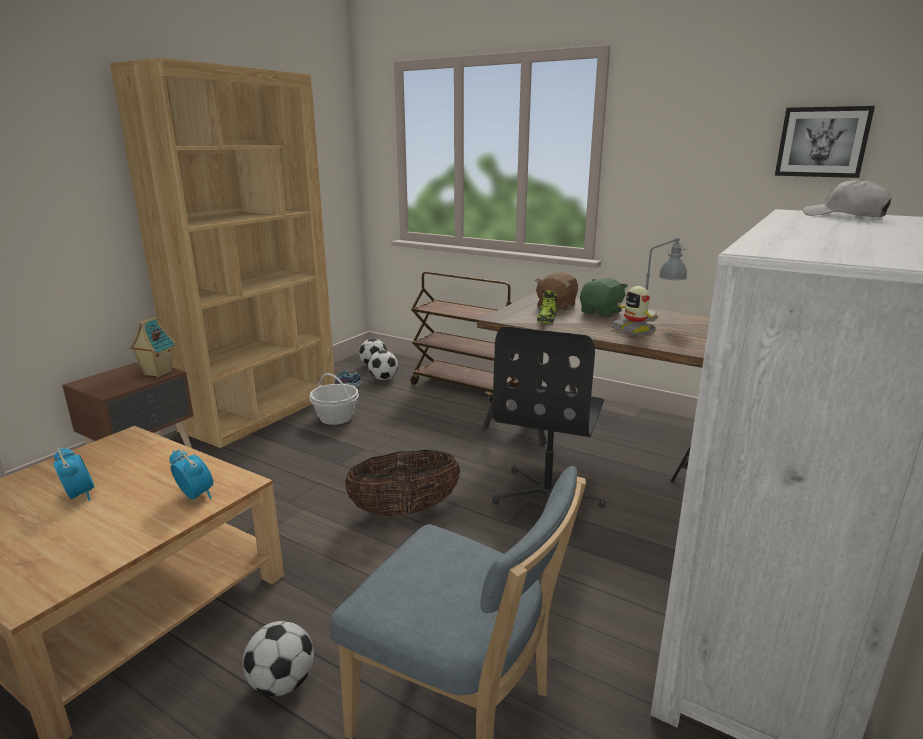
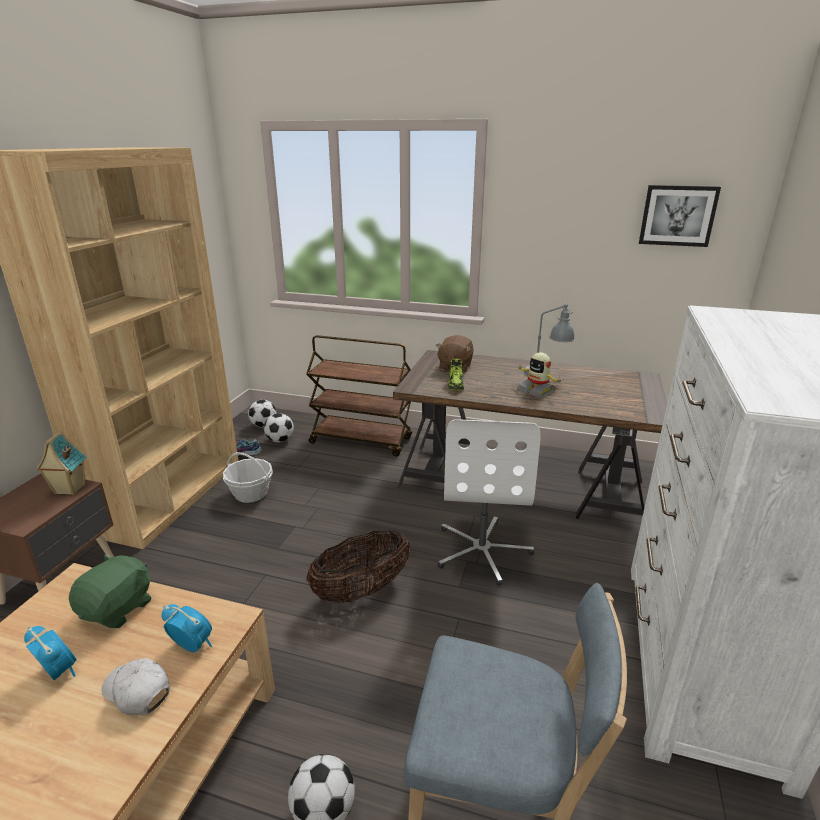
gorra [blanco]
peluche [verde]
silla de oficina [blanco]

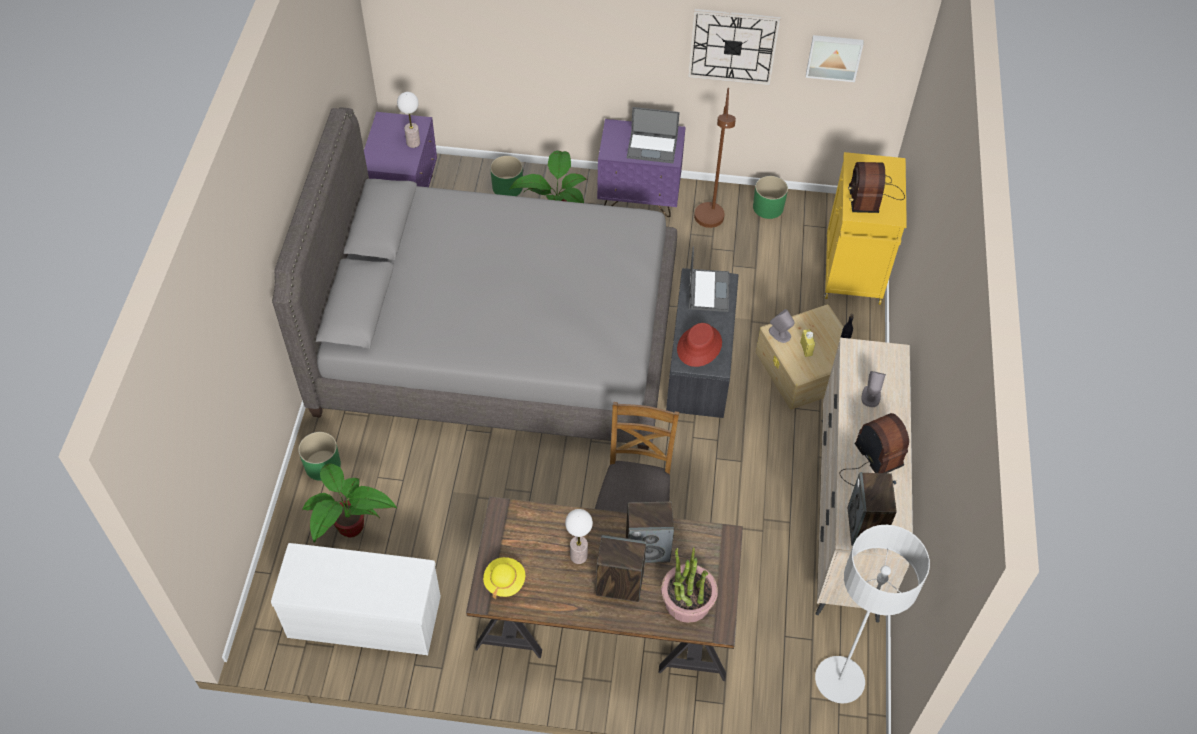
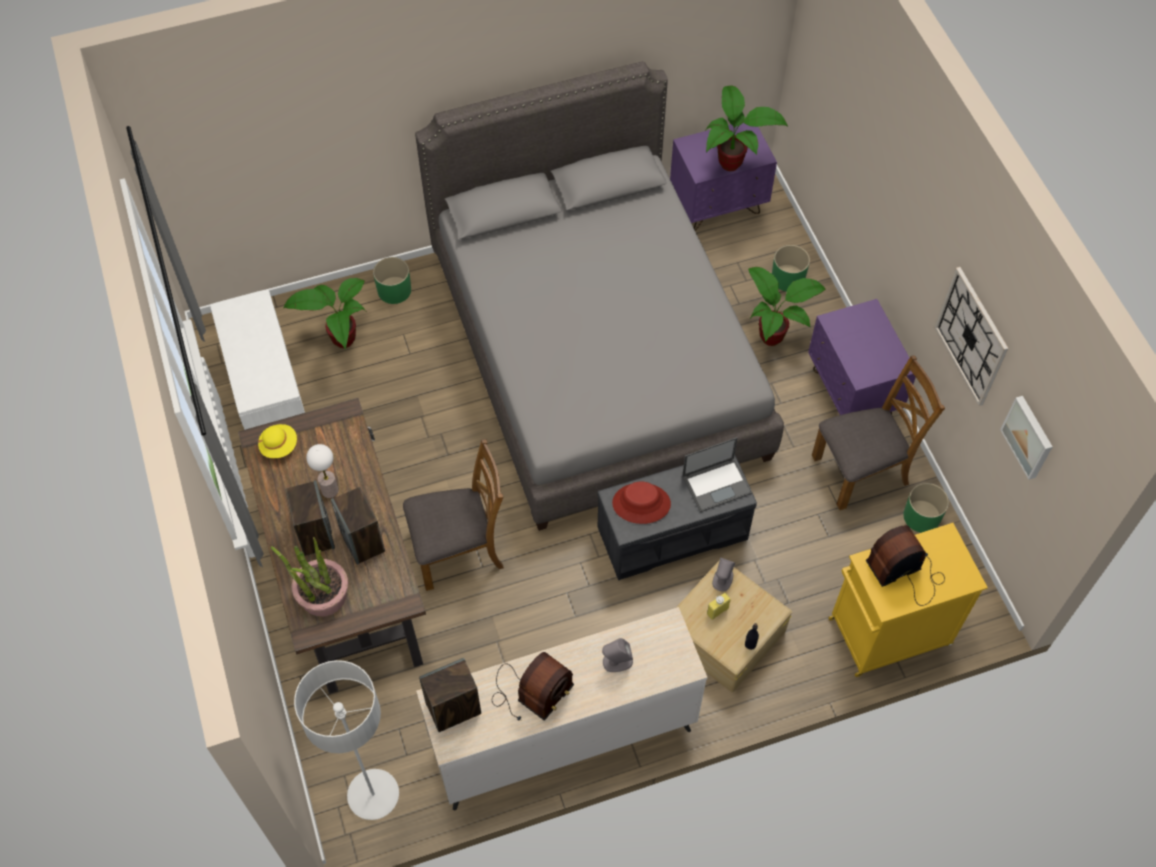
silla [marrón] (2nd from left)
planta en maceta (3rd from left)
portátil (1st from left in the first image)

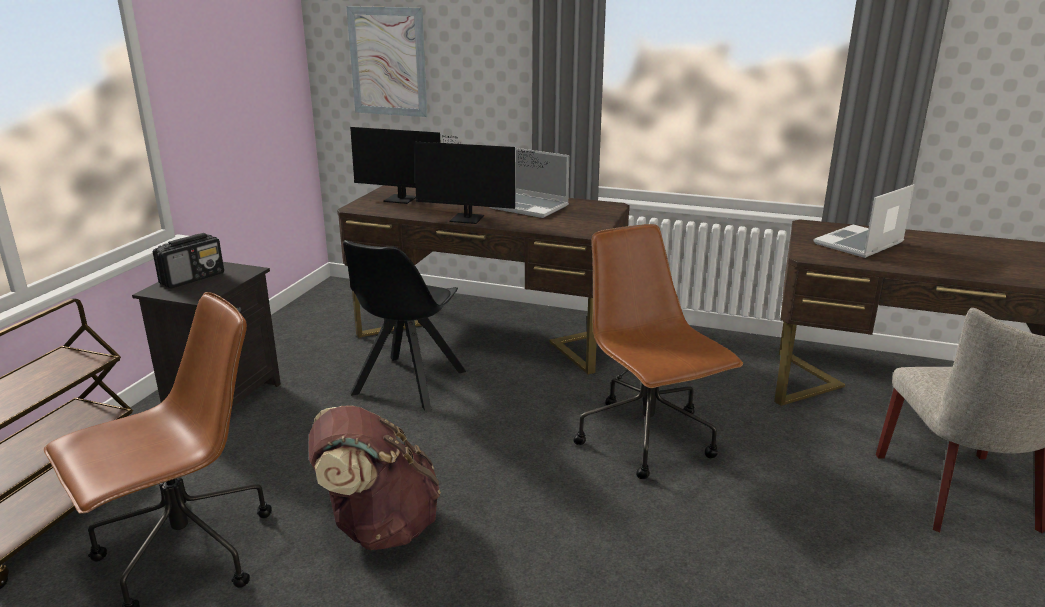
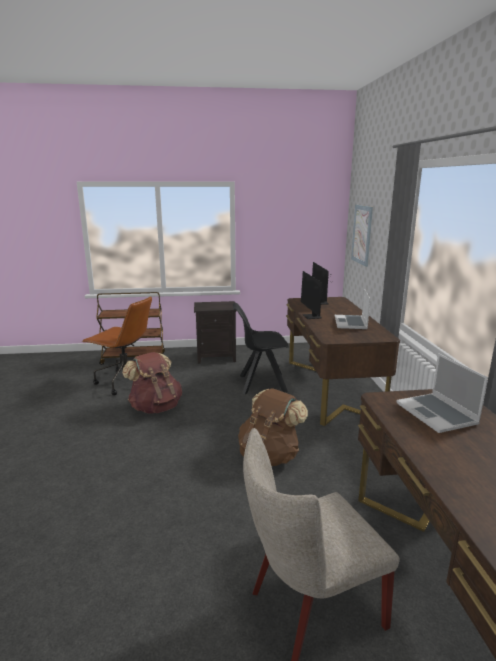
portátil (2nd from left)
mochila [marrón] (2nd from left)
radio

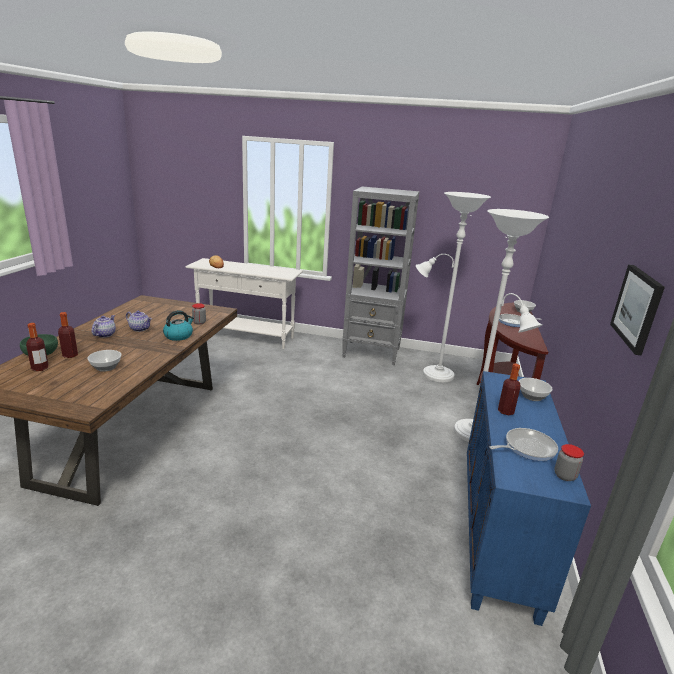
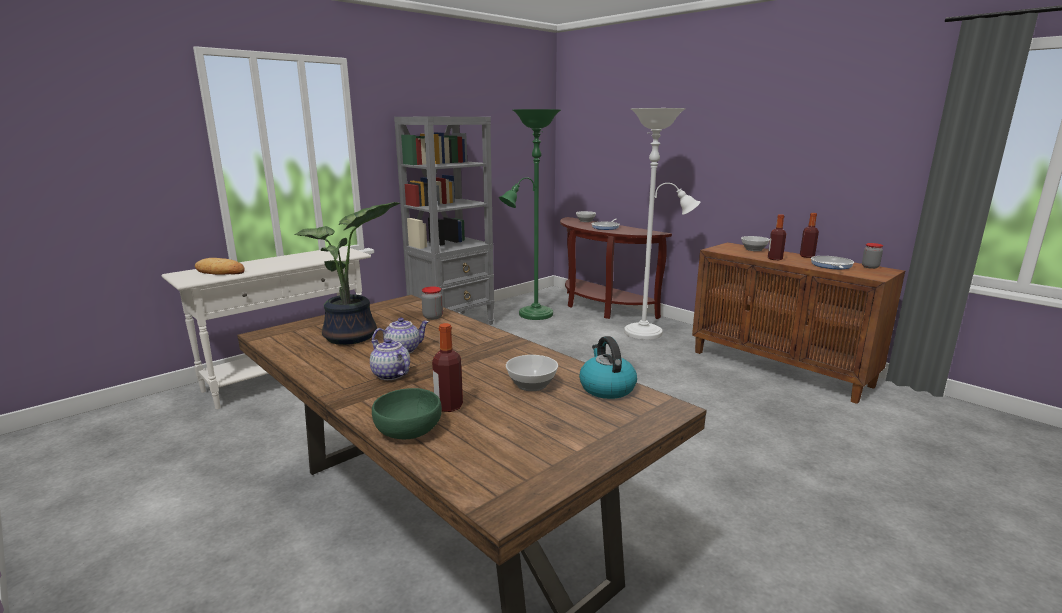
lámpara de pie [verde]
cuadro
hervidor
botella (3rd from left)
armario [marrón]
planta en maceta

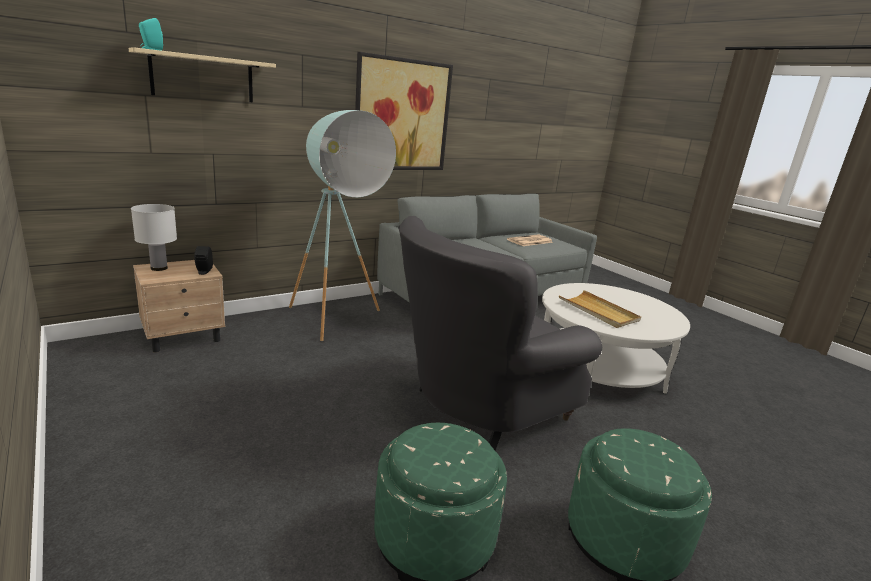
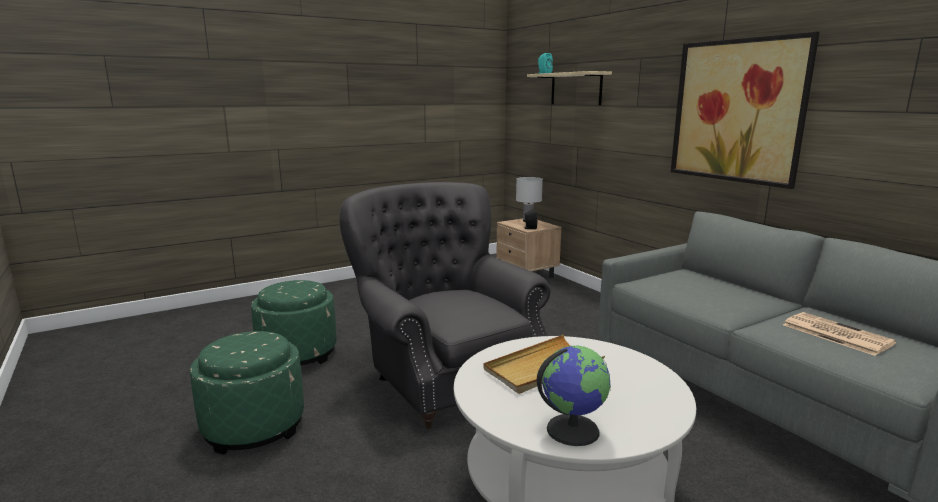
lámpara de pie [turquesa]
globo terráqueo

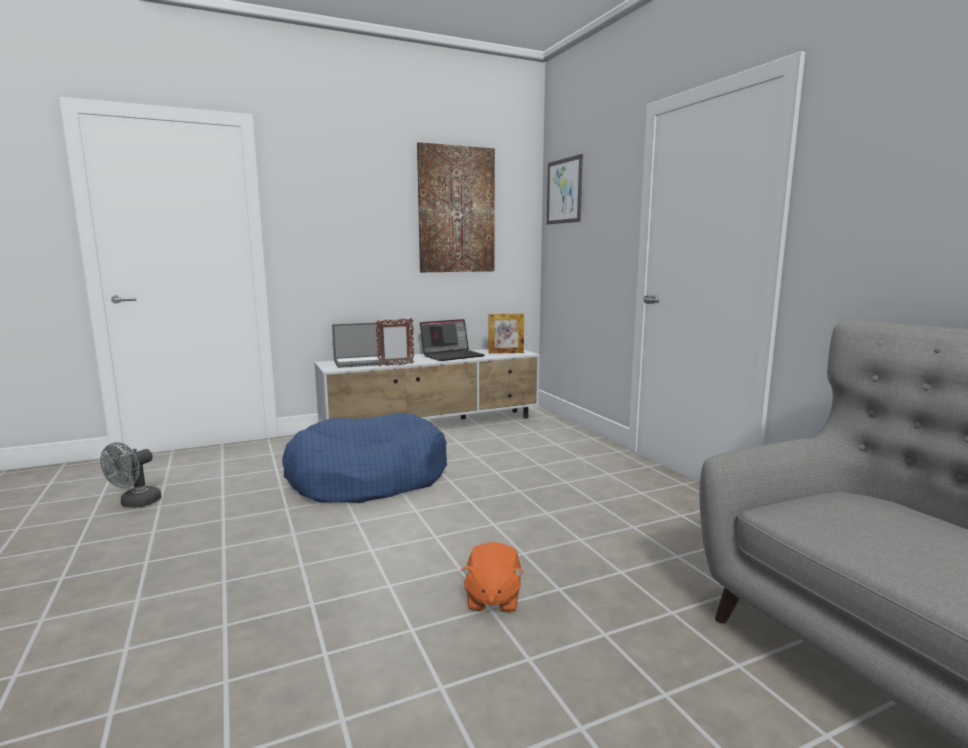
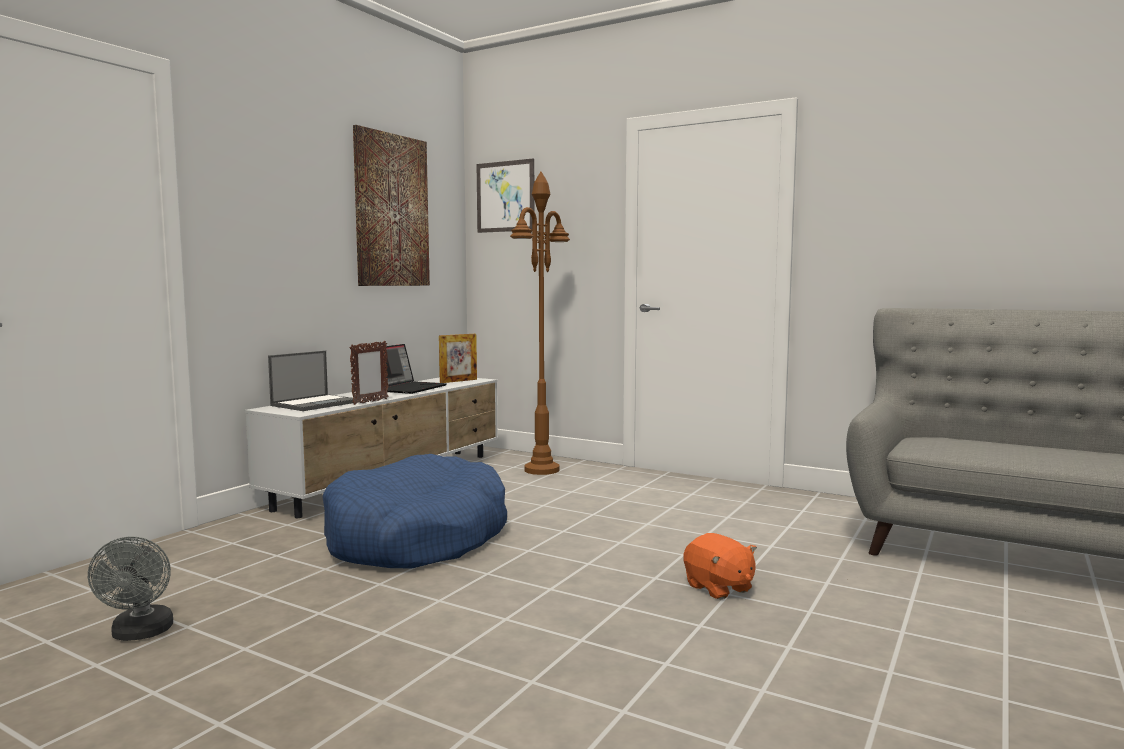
lámpara de pie [marrón]

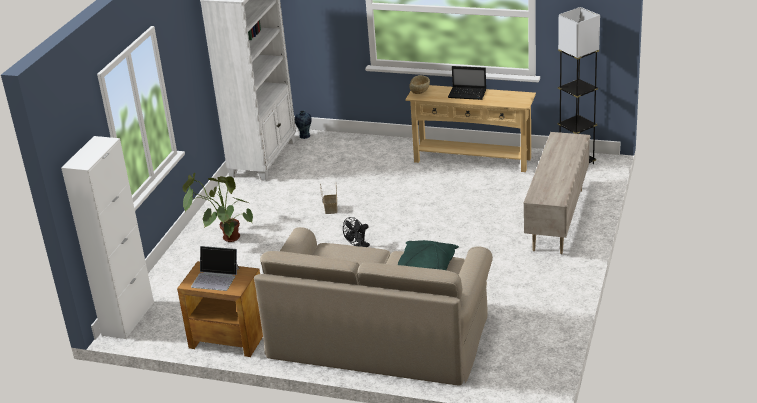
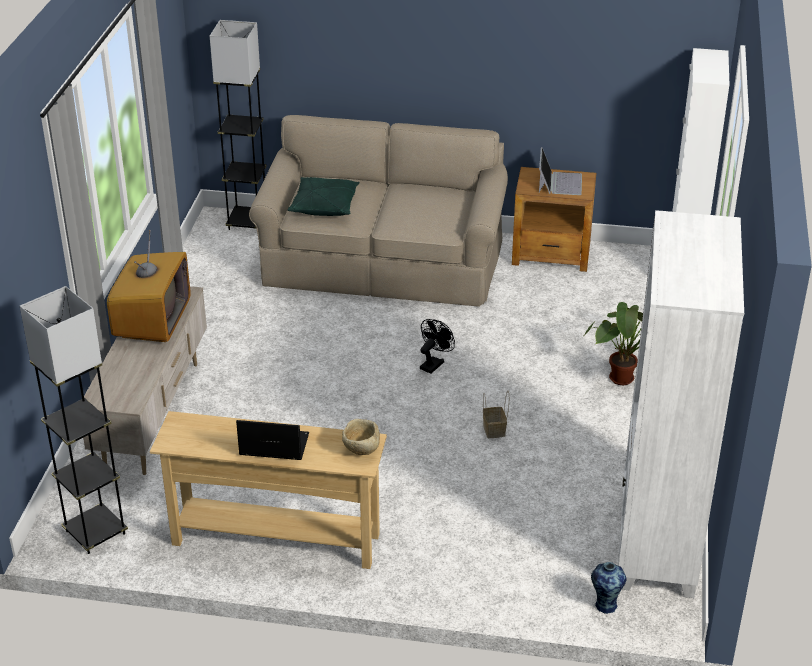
portátil (2nd from left)
lámpara de pie [gris] (2nd from left)
televisor

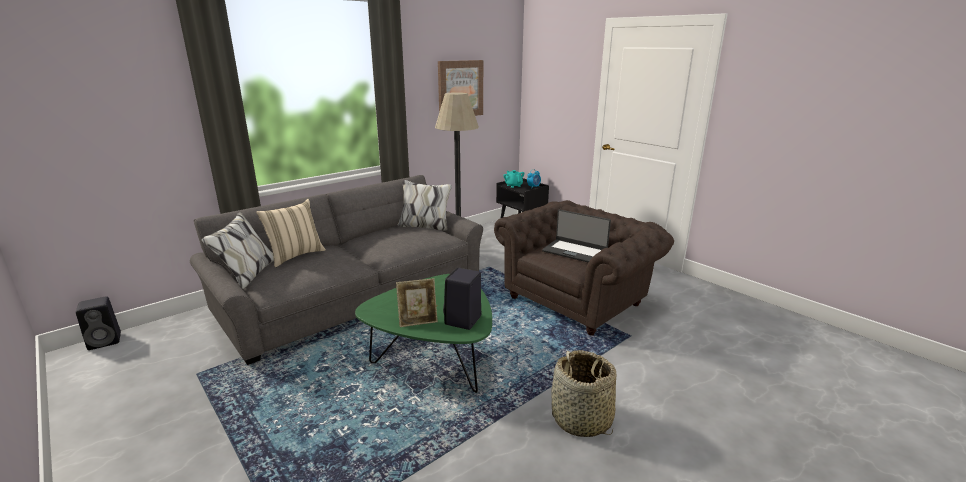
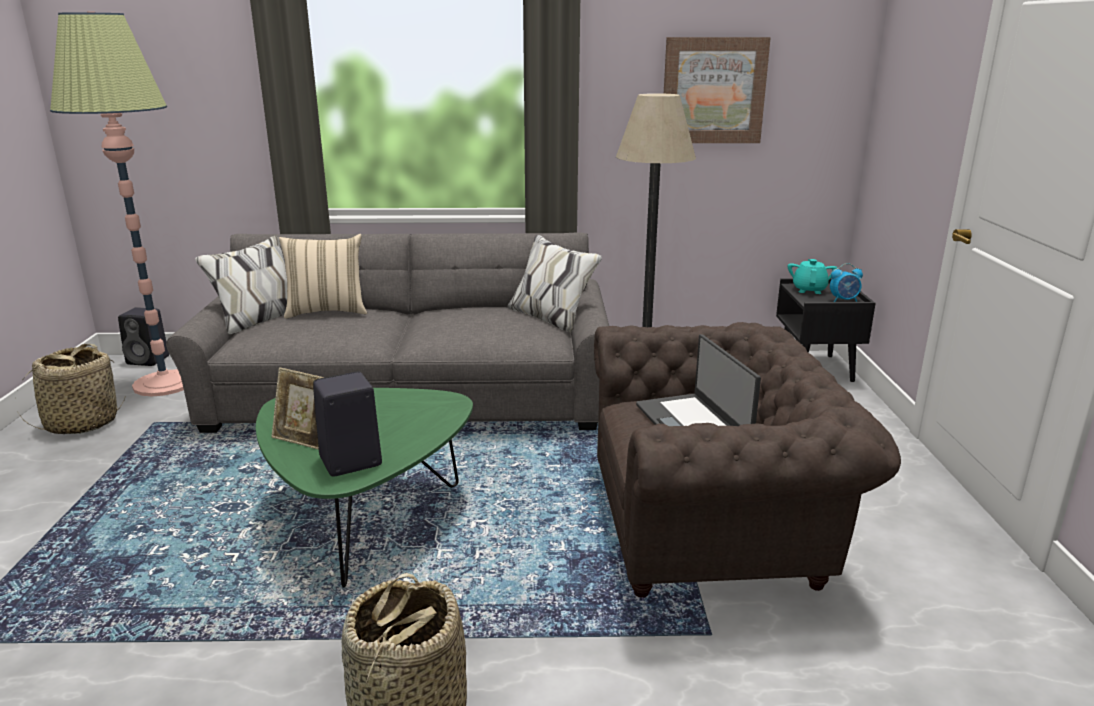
lámpara de pie (1st from left)
cesta (1st from left)

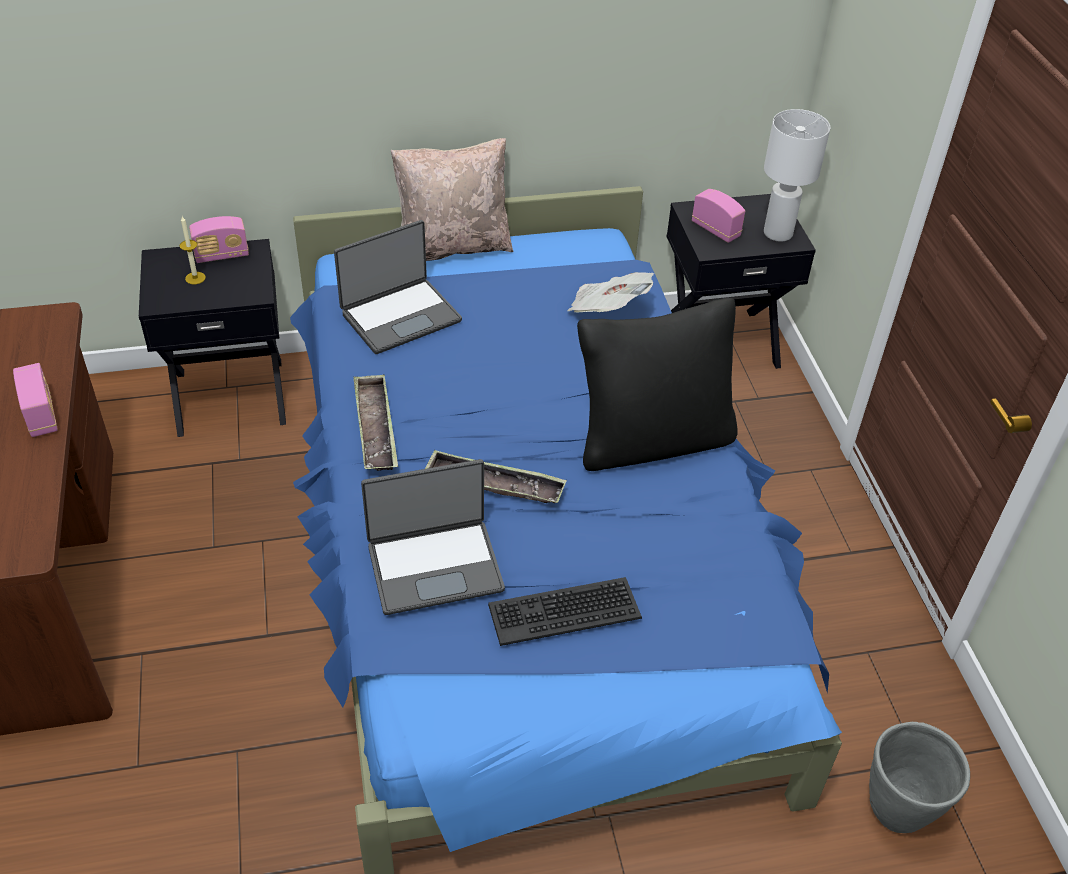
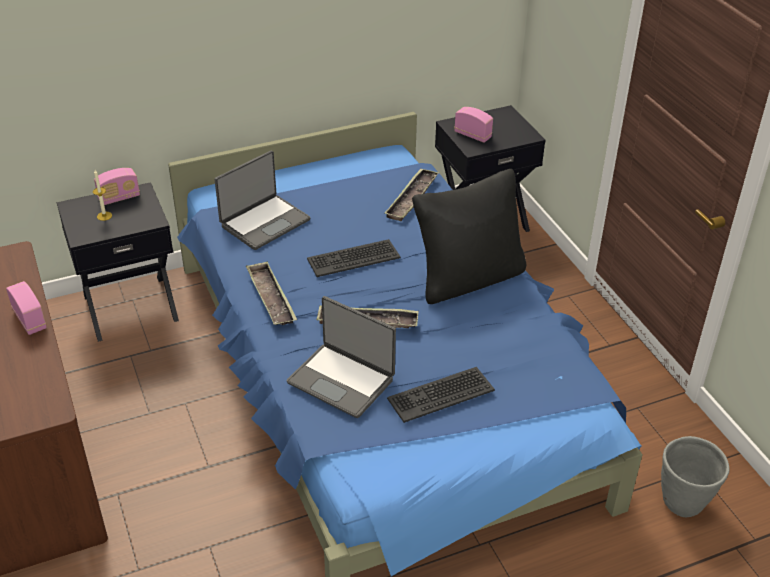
lámpara de mesa [blanco]
cojín [beis]
bandeja (3rd from left)
portátil (2nd from left)
teclado (1st from left)

